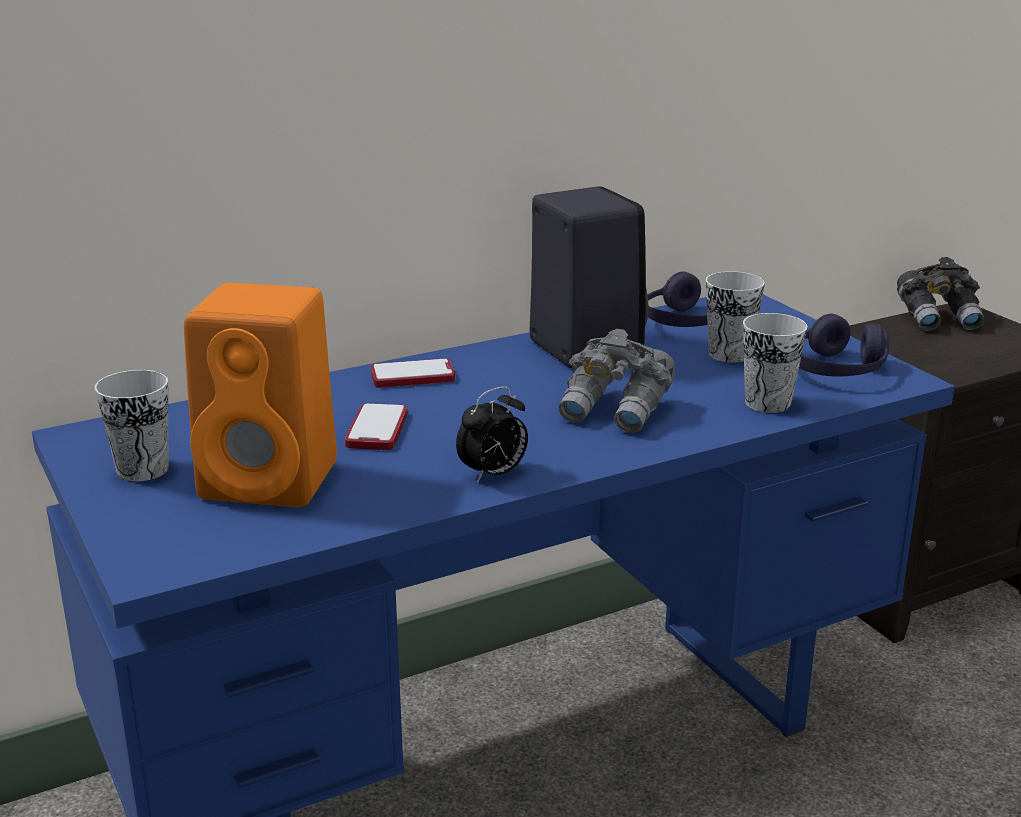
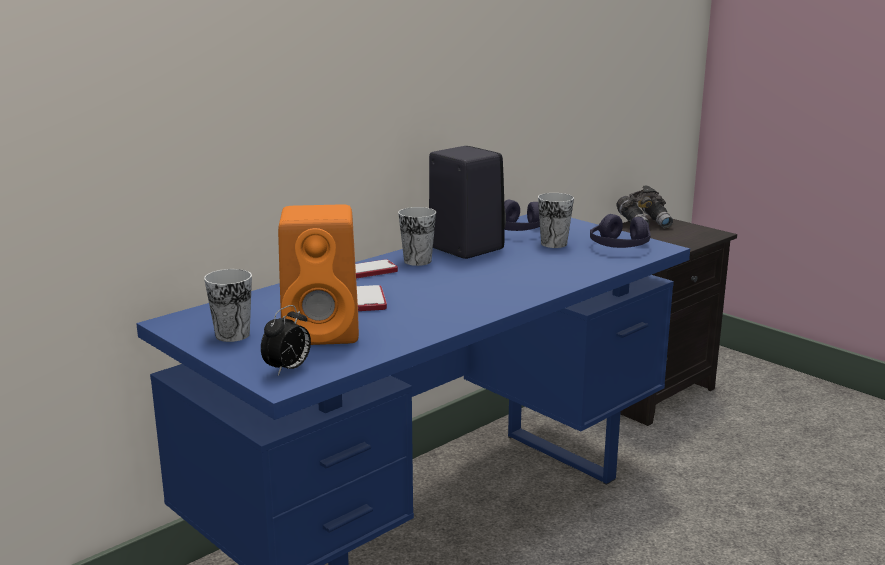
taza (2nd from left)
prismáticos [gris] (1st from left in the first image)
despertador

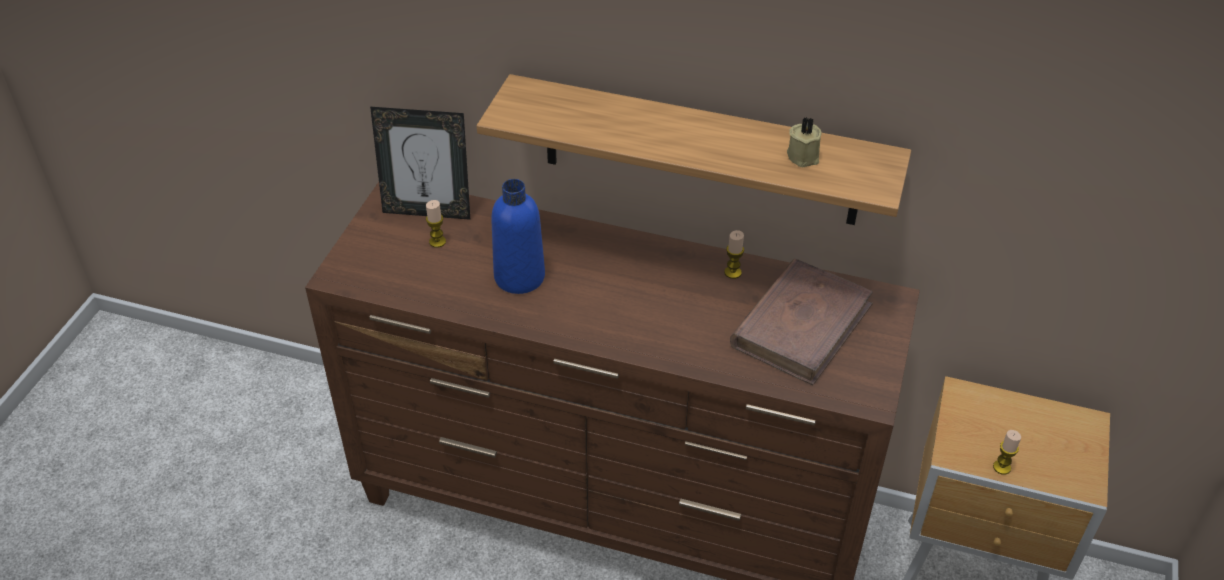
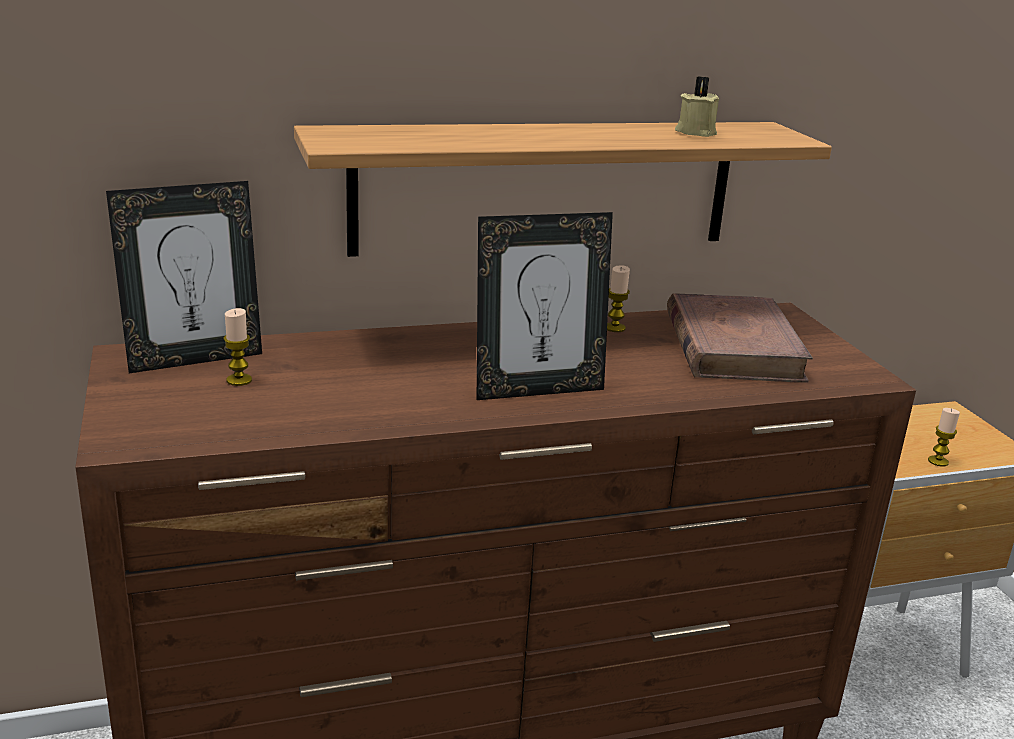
botella [azul]
portarretratos (2nd from left)

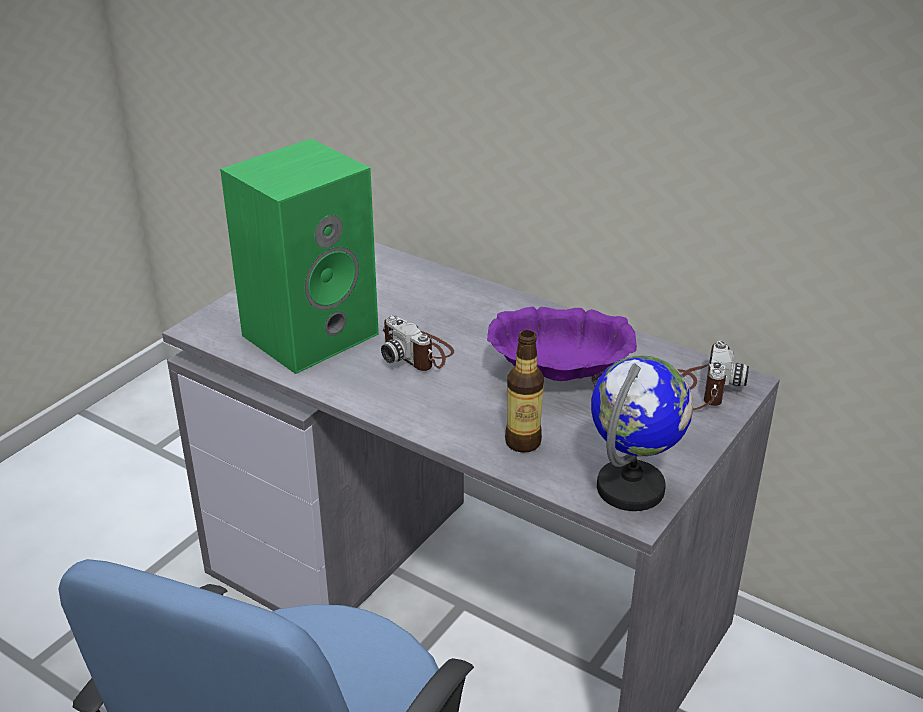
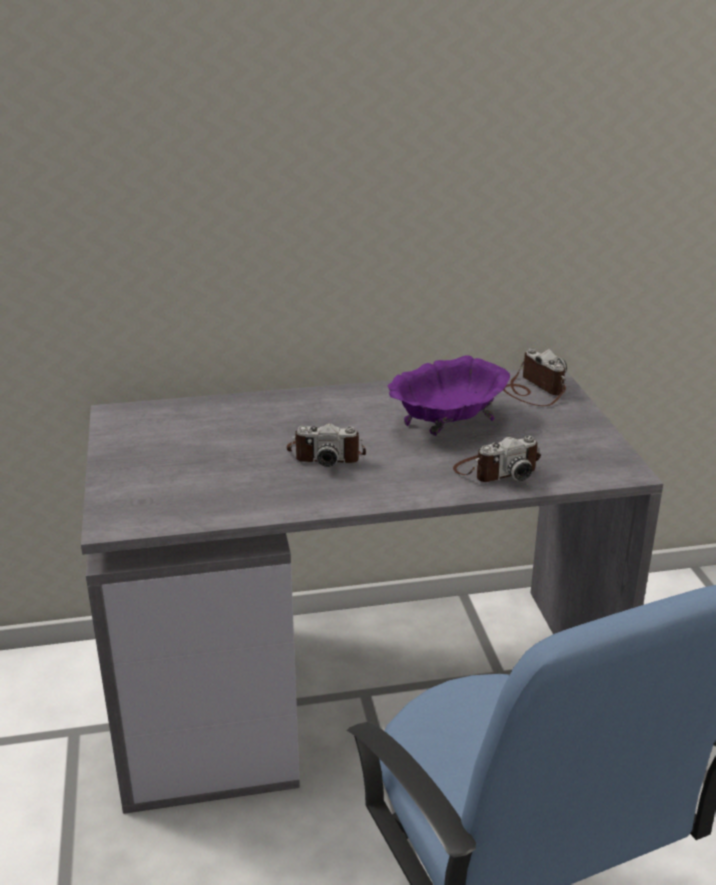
altavoz [verde]
cámara (2nd from left)
globo terráqueo

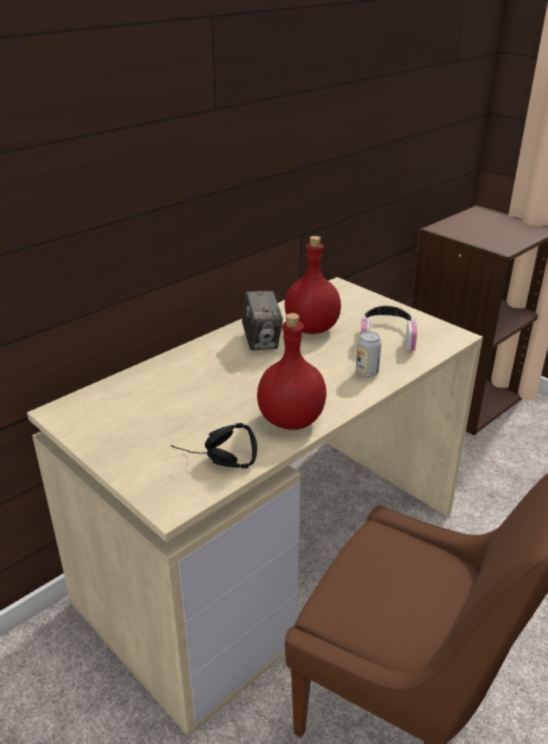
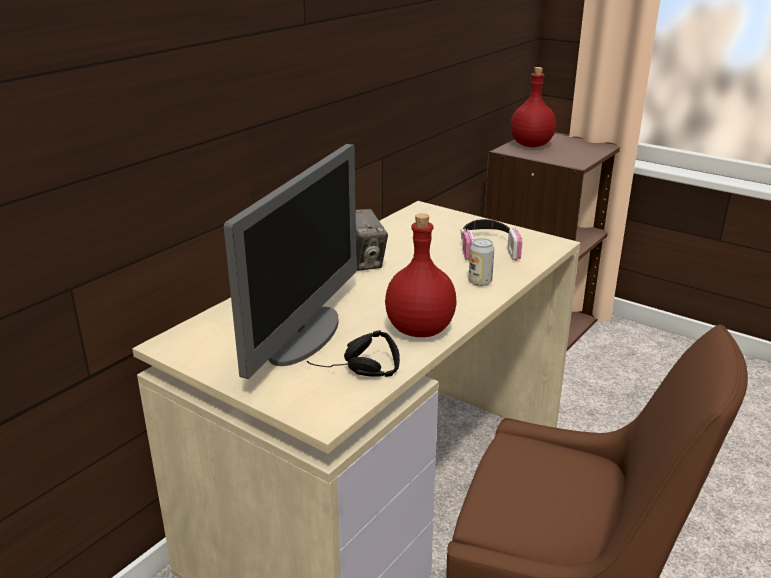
botella [rojo] (2nd from left)
monitor

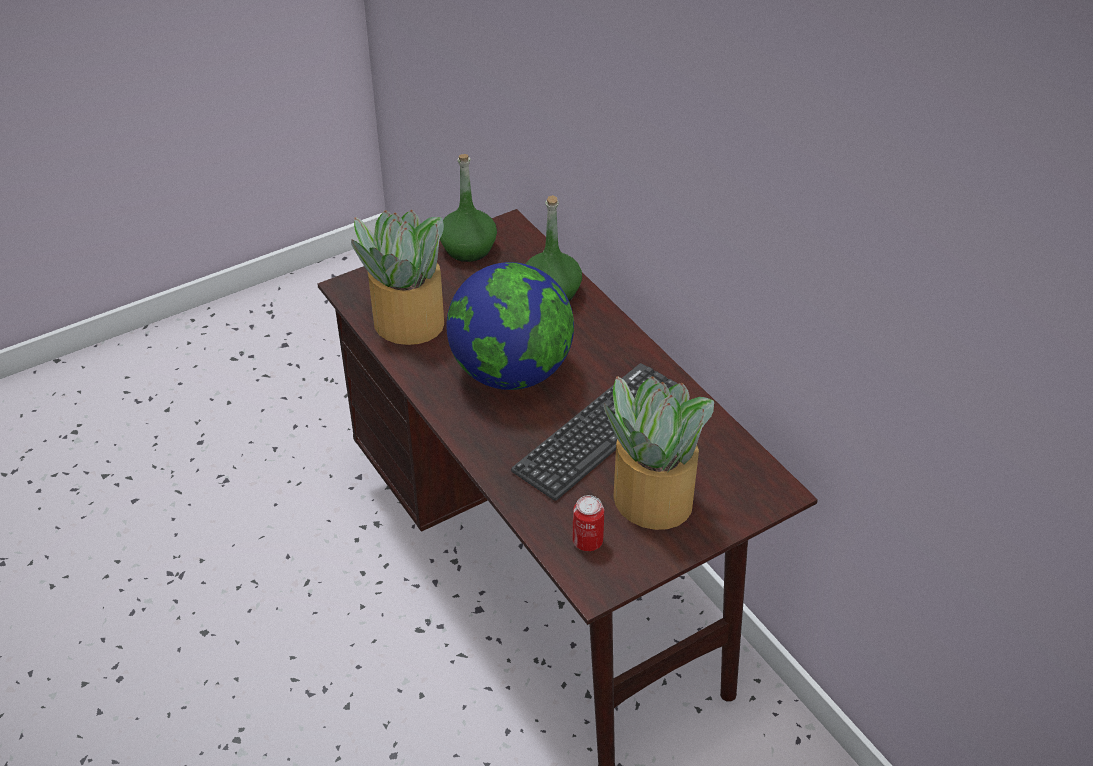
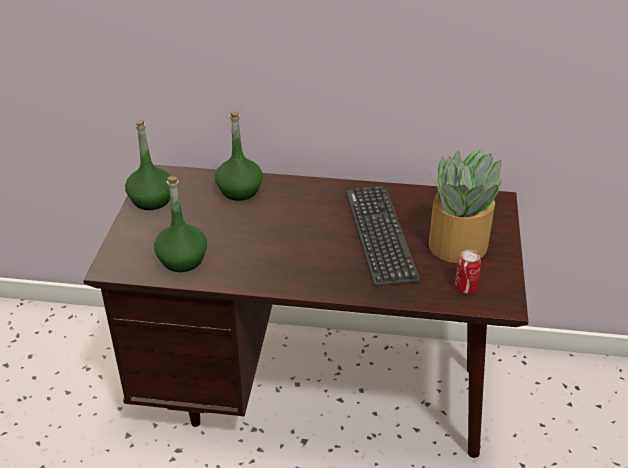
botella [verde] (2nd from left)
globo terráqueo

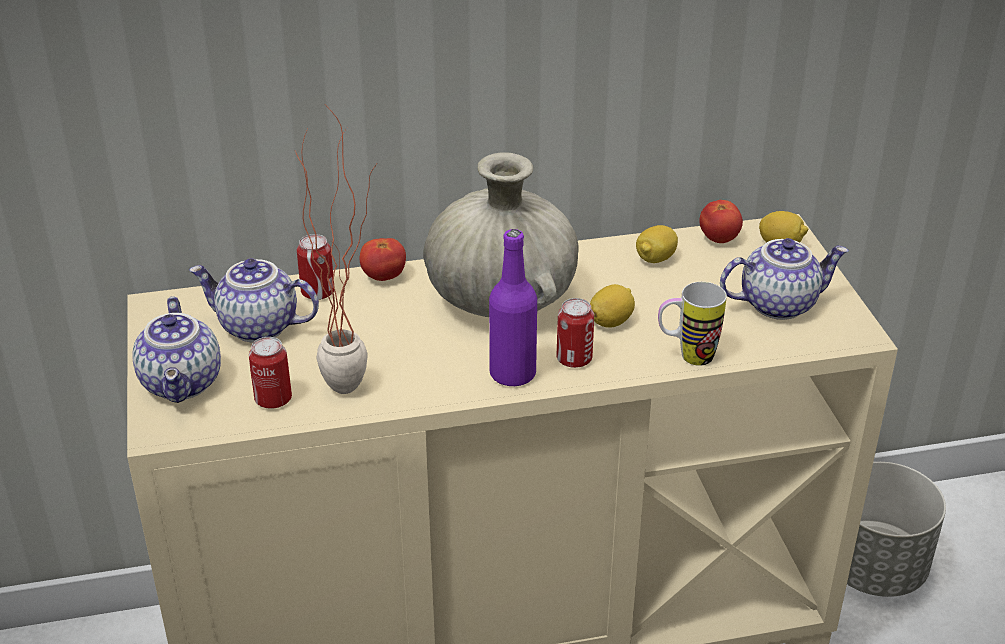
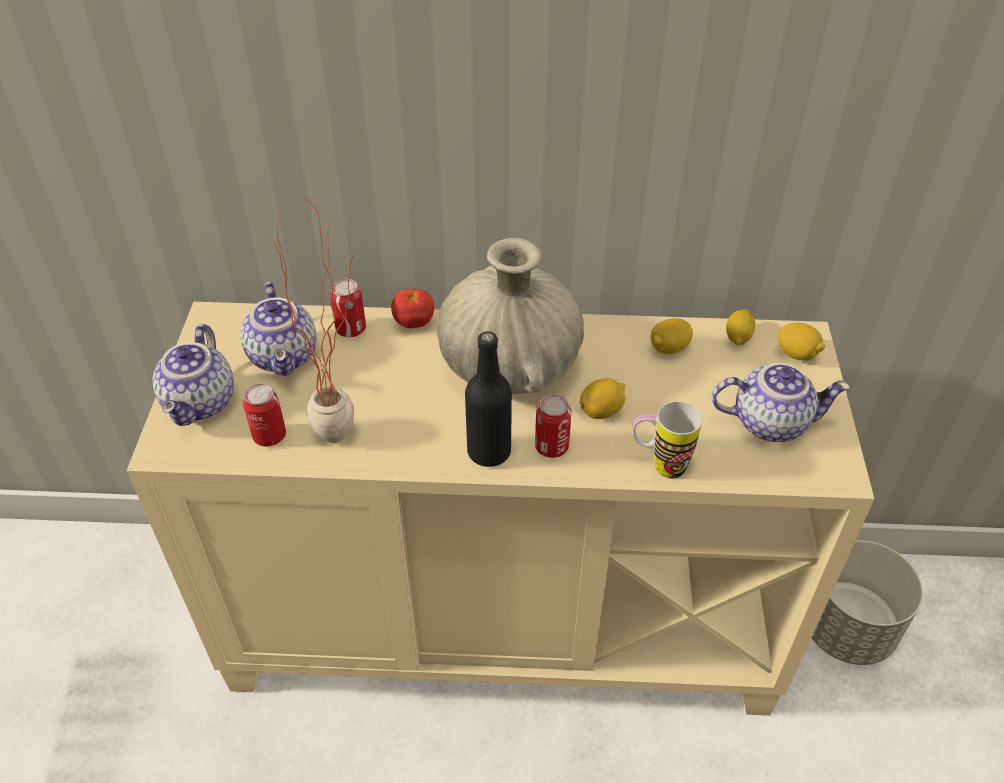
limón (3rd from left)
botella [negro]
tetera (2nd from left)

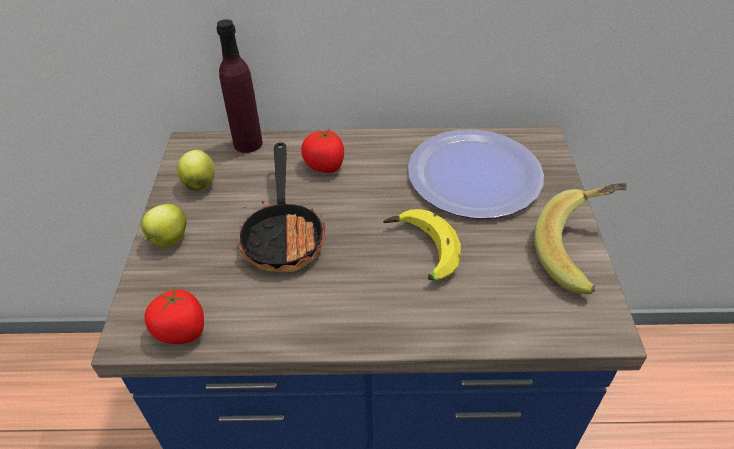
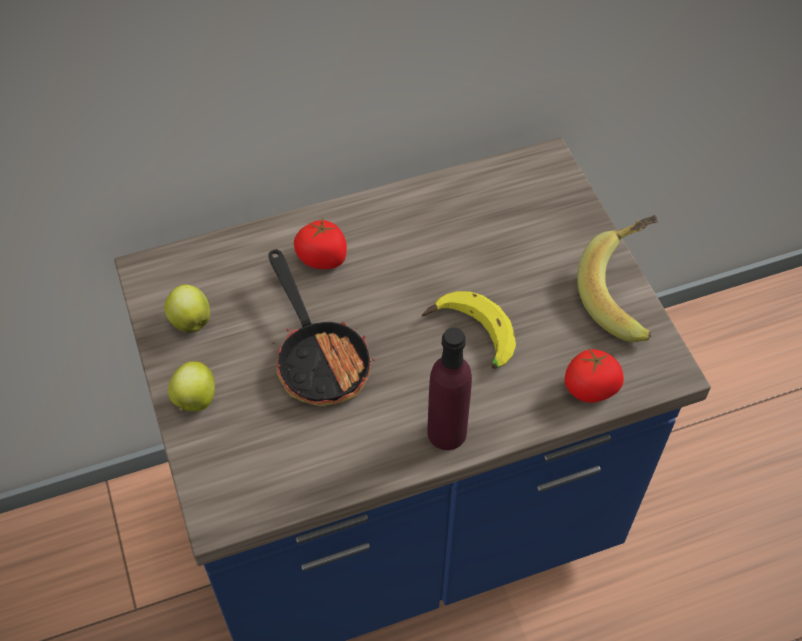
botella [morado]
plato
tomate (2nd from left)

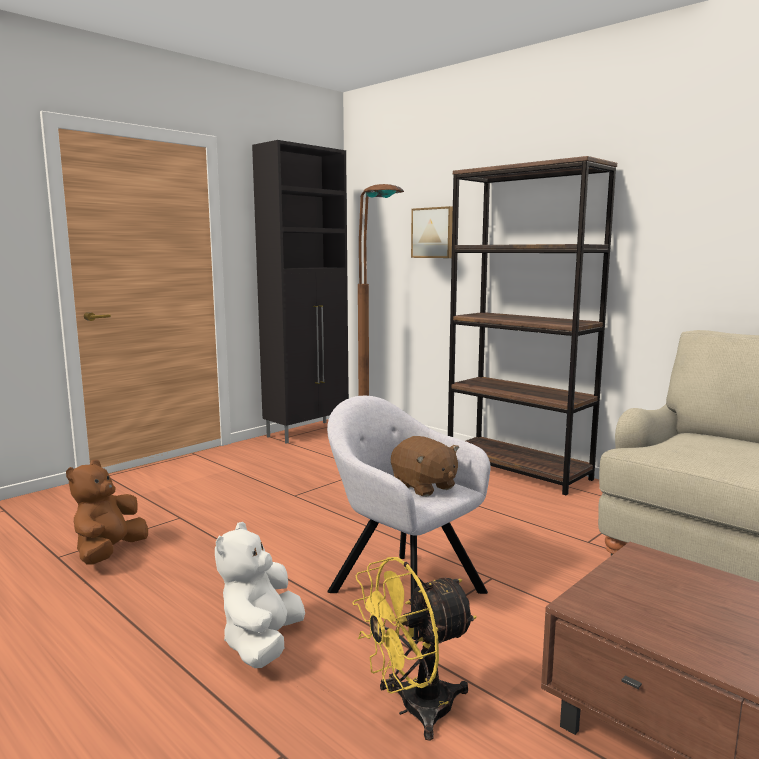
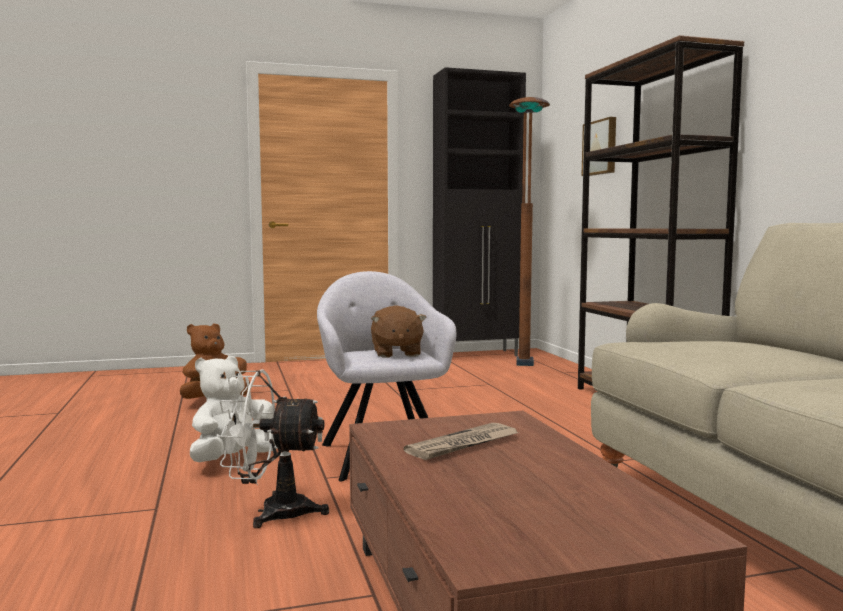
ventilador [blanco]
periódico

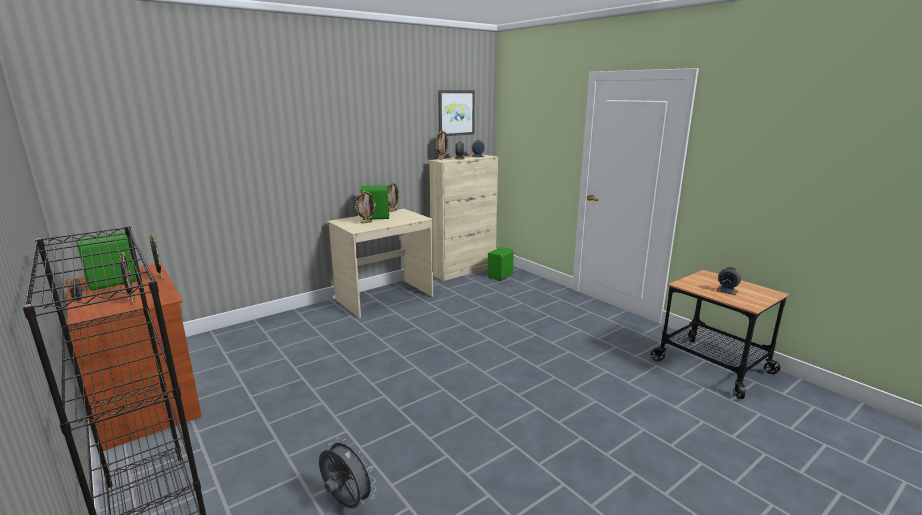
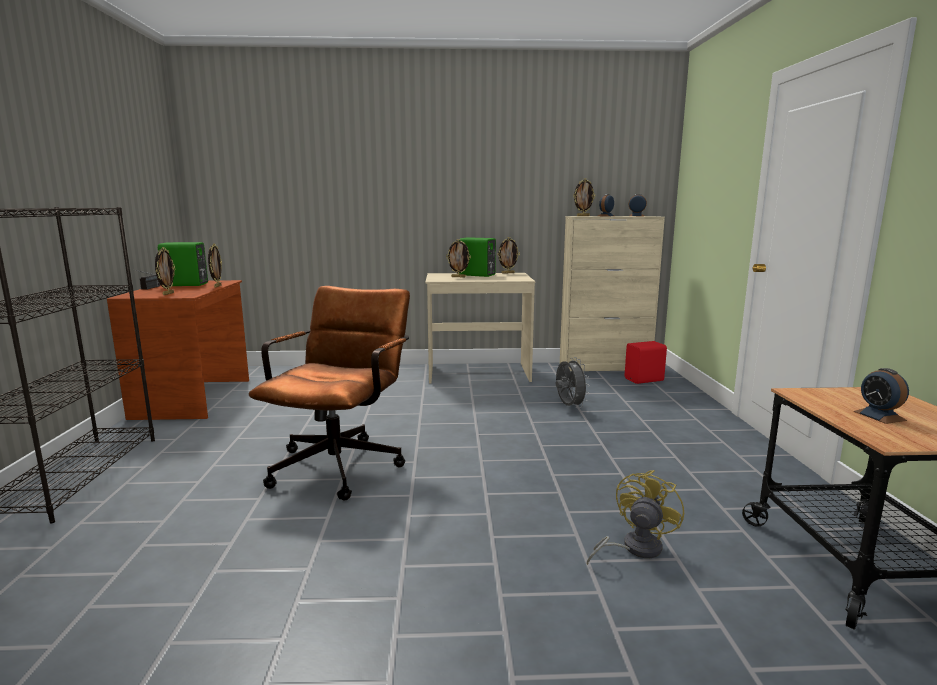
cuadro
altavoz [rojo]
ventilador [gris]
silla de oficina [marrón]
ventilador [amarillo]

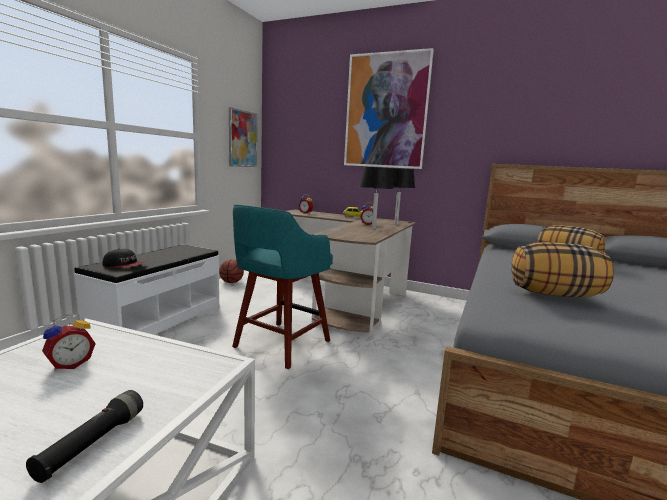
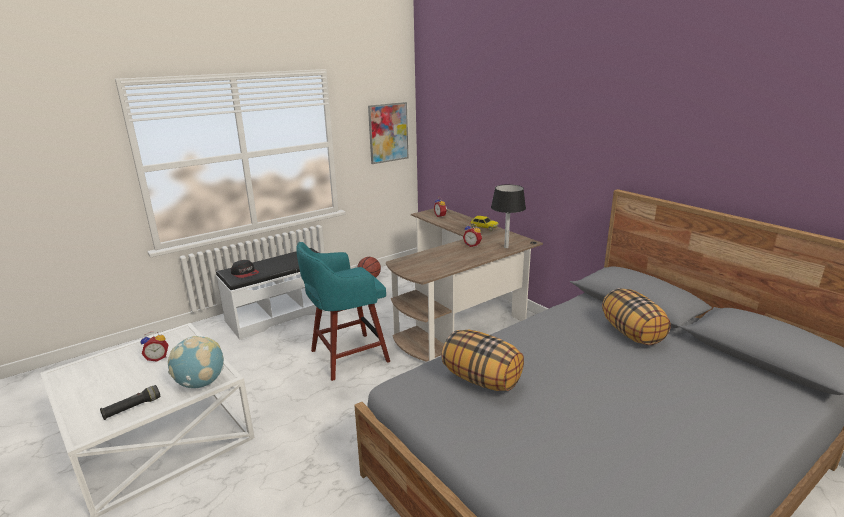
cuadro (2nd from left in the first image)
lámpara de mesa [negro] (1st from left in the first image)
globo terráqueo

